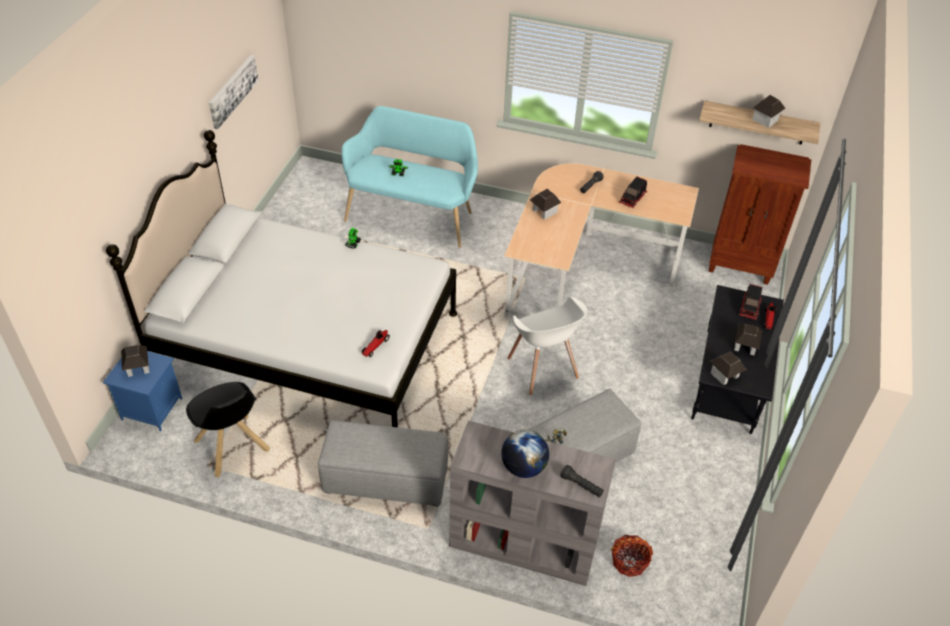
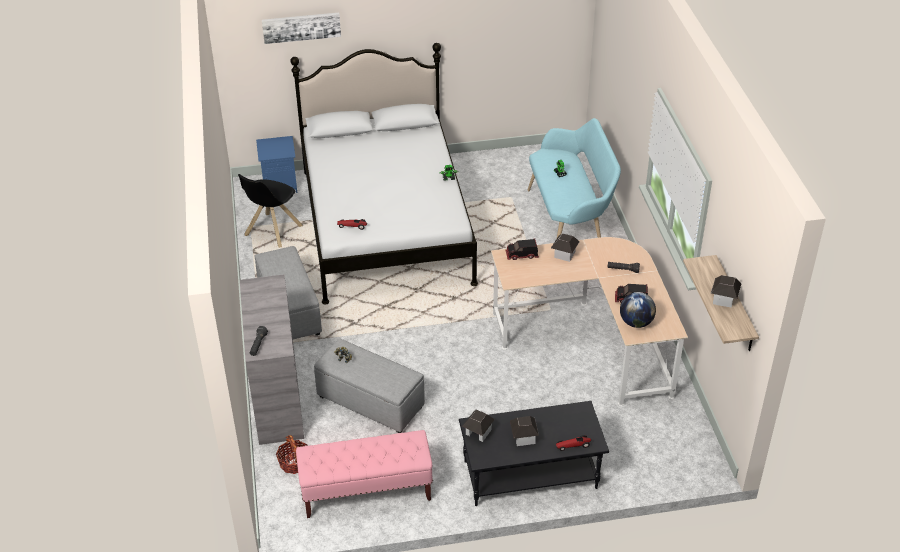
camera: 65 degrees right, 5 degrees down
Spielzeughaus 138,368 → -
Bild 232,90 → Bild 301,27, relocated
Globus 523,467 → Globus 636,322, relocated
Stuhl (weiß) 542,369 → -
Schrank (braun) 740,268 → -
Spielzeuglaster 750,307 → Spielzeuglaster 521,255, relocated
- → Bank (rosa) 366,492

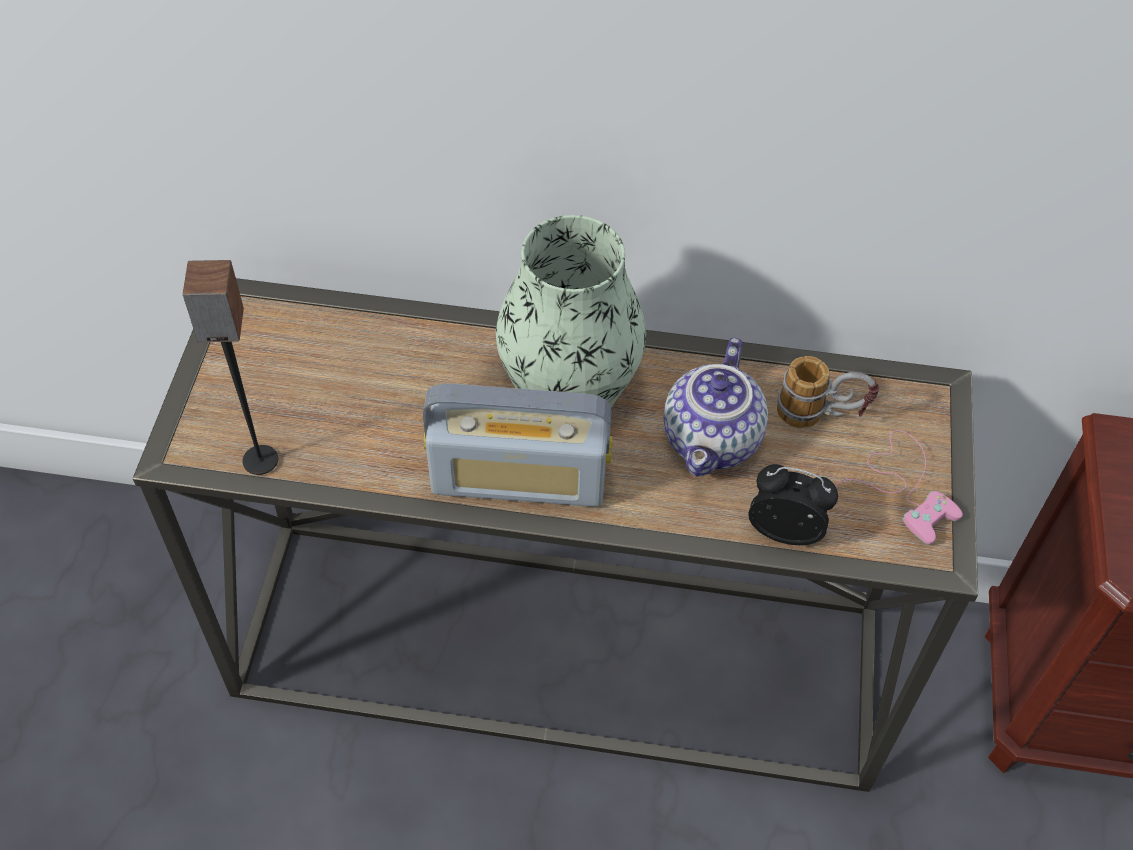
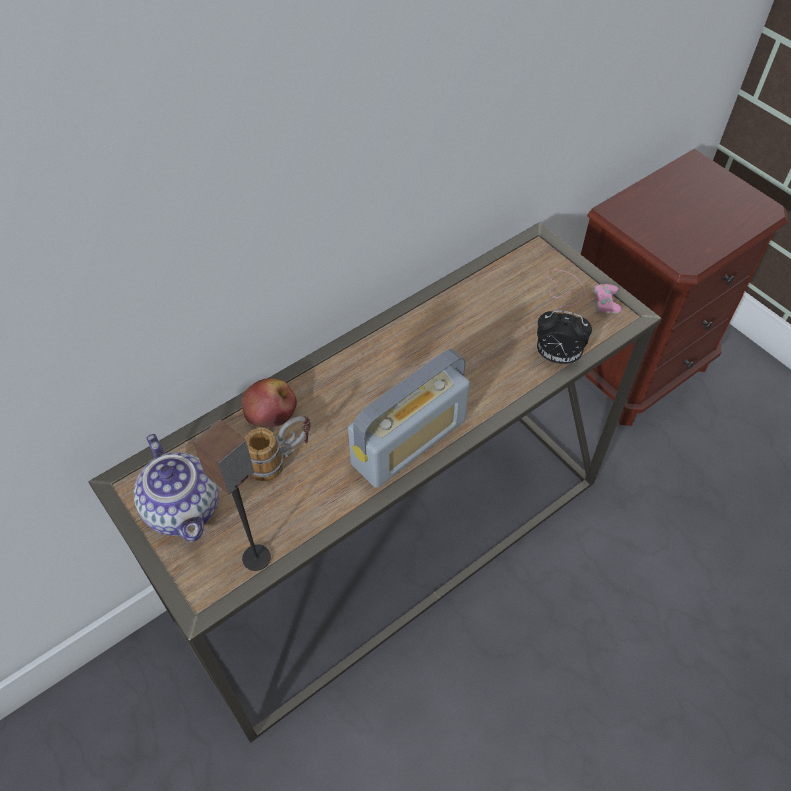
camera: 45 degrees left, 0 degrees up
Vase 569,386 → -
Teekanne 713,441 → Teekanne 185,508, relocated
Wecker 785,530 → Wecker 556,357, 135 degrees counterclockwise
Henkelbecher 820,416 → Henkelbecher 281,460, relocated
- → Apfel 270,409

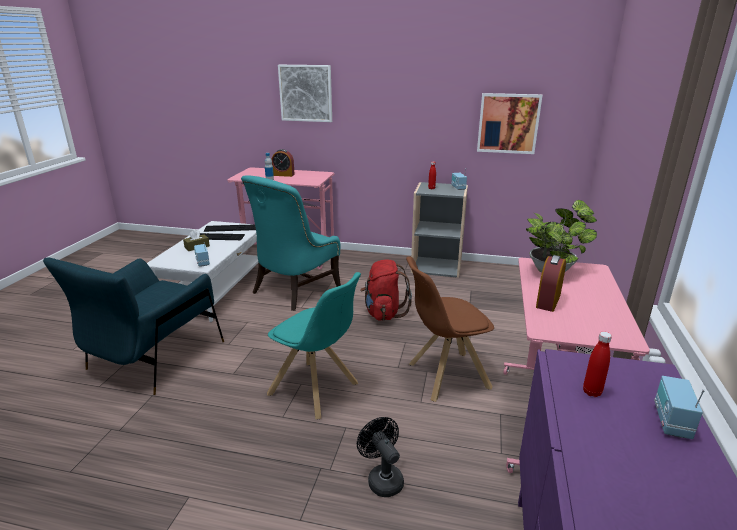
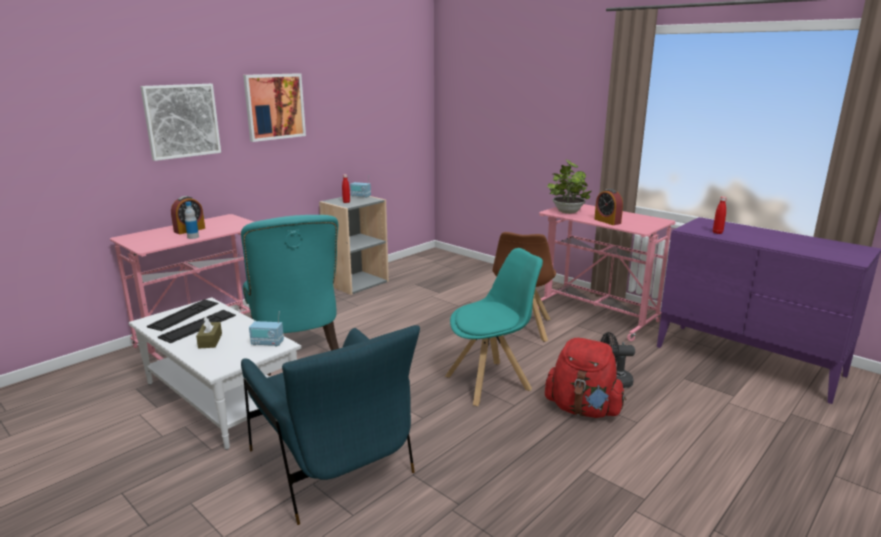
camera: 60 degrees left, 5 degrees down
Rucksack (rot) 383,313 → Rucksack (rot) 583,409, relocated
Bild 508,123 → Bild 274,106, relocated
Radio 671,421 → -

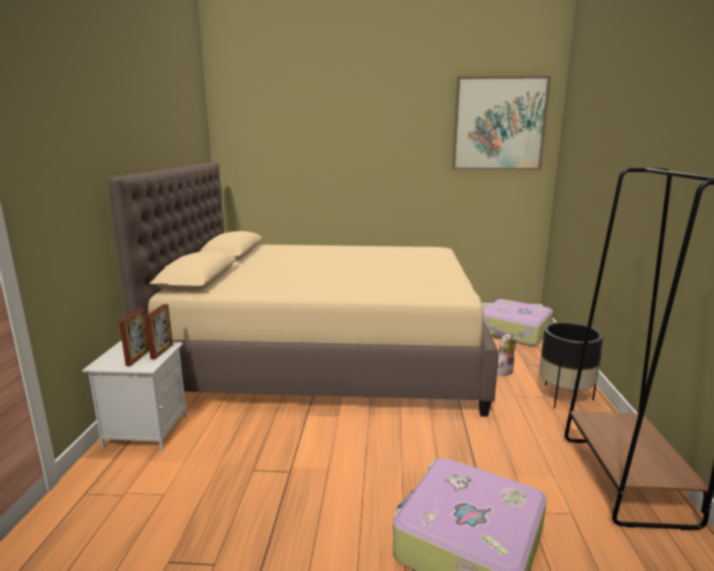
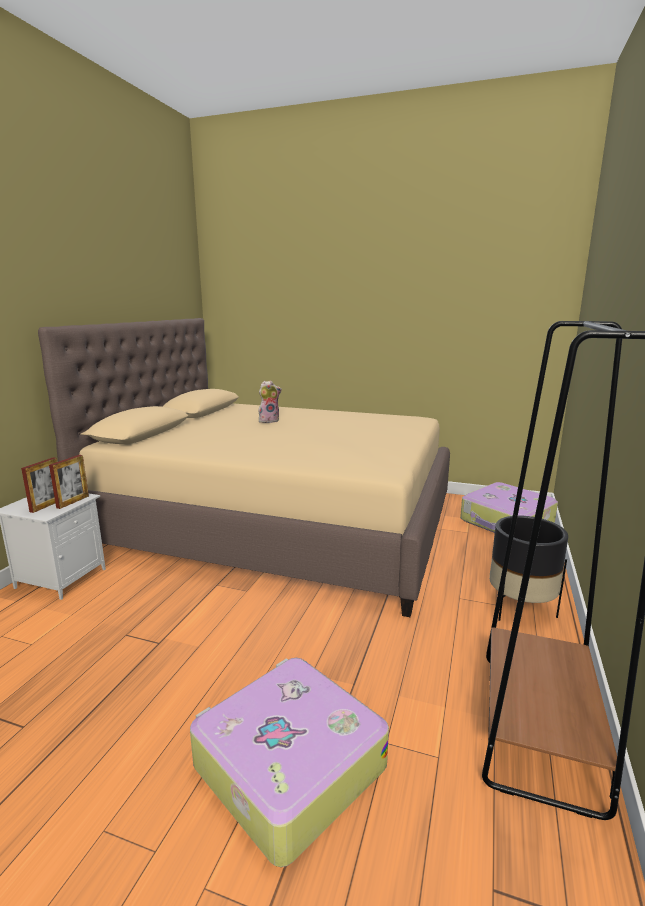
camera: 15 degrees right, 0 degrees up
Bild 499,124 → -
Plüschtier 503,371 → Plüschtier 269,421, relocated

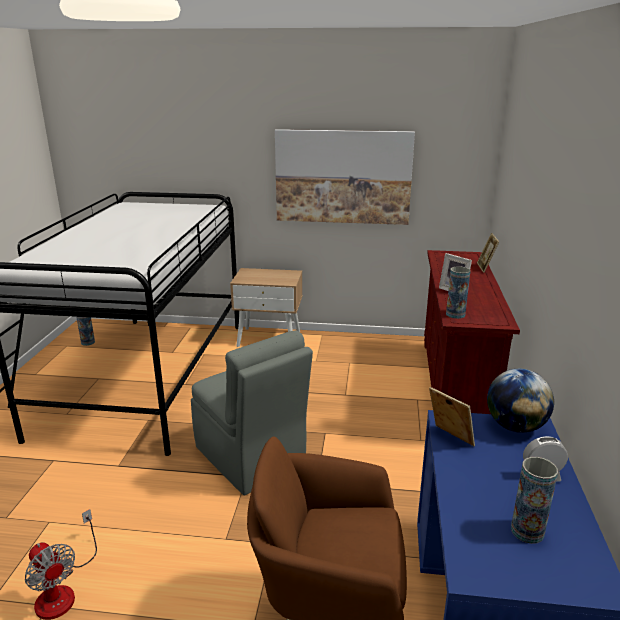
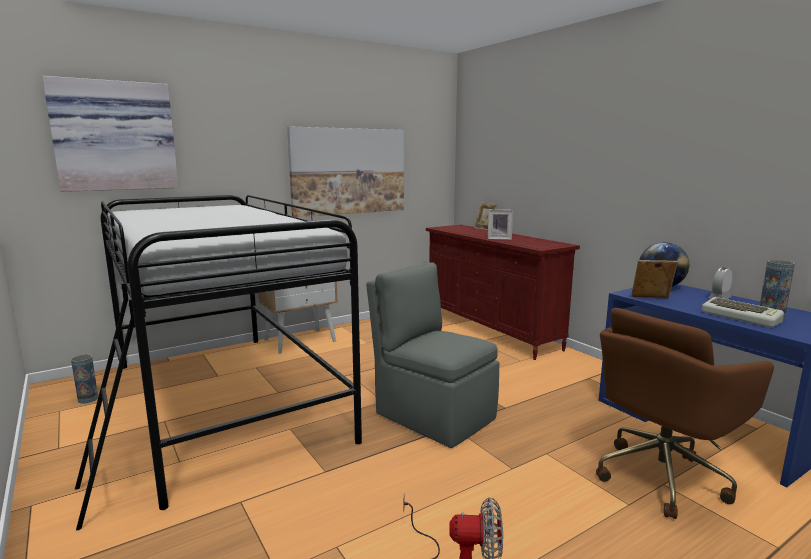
camera: 40 degrees left, 10 degrees down
Stuhl (grau) 251,458 → Stuhl (grau) 433,414, 150 degrees counterclockwise
Vase 455,314 → -
- → Bild 115,136
- → Tastatur 741,317

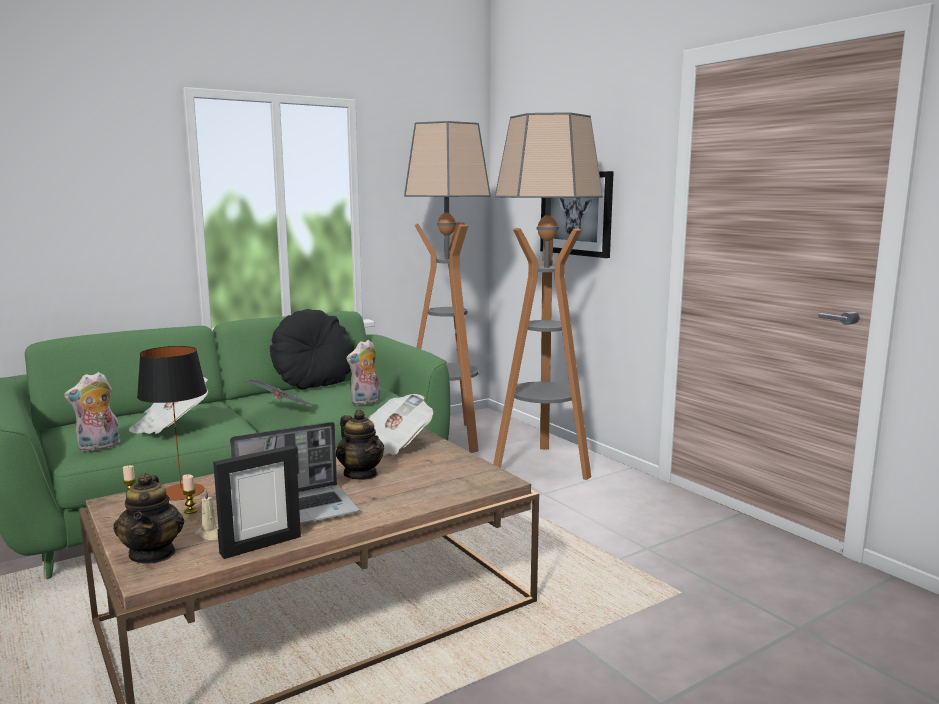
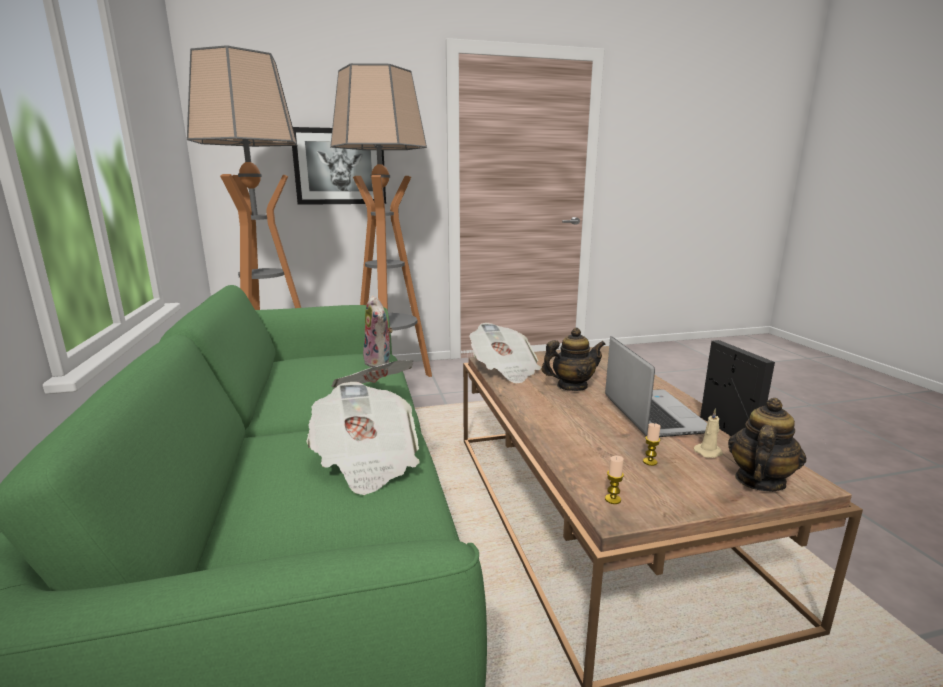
camera: 70 degrees left, 5 degrees up
Plüschtier 98,447 → -
Teekanne 153,554 → Teekanne 759,481, 60 degrees counterclockwise
Tischlampe 181,492 → -
Kissen (schwarz) 314,385 → -

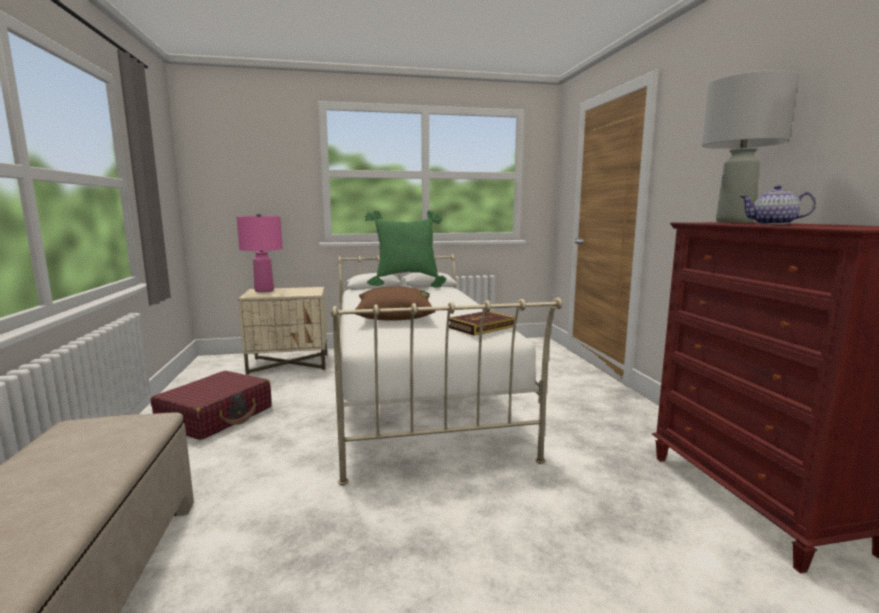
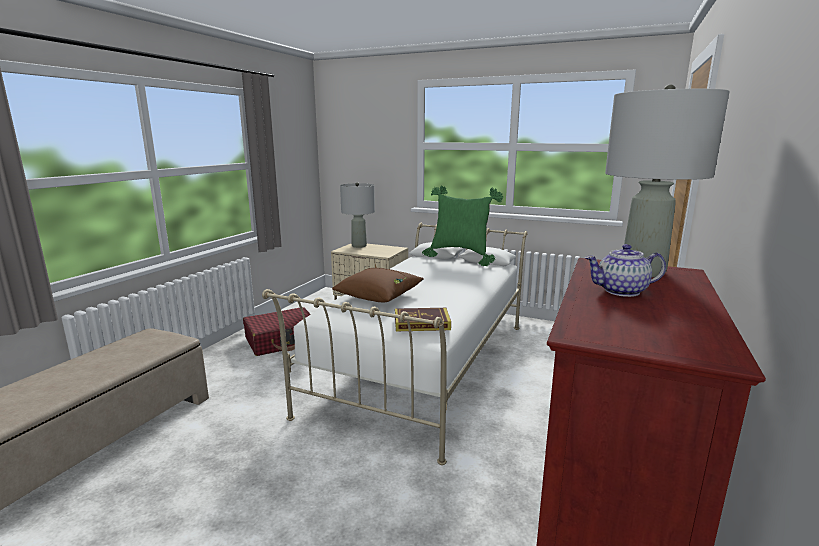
camera: 35 degrees right, 5 degrees up
Tischlampe (rosa) 264,291 → Tischlampe (grau) 358,246
Teekanne 773,224 → Teekanne 621,291, 60 degrees counterclockwise

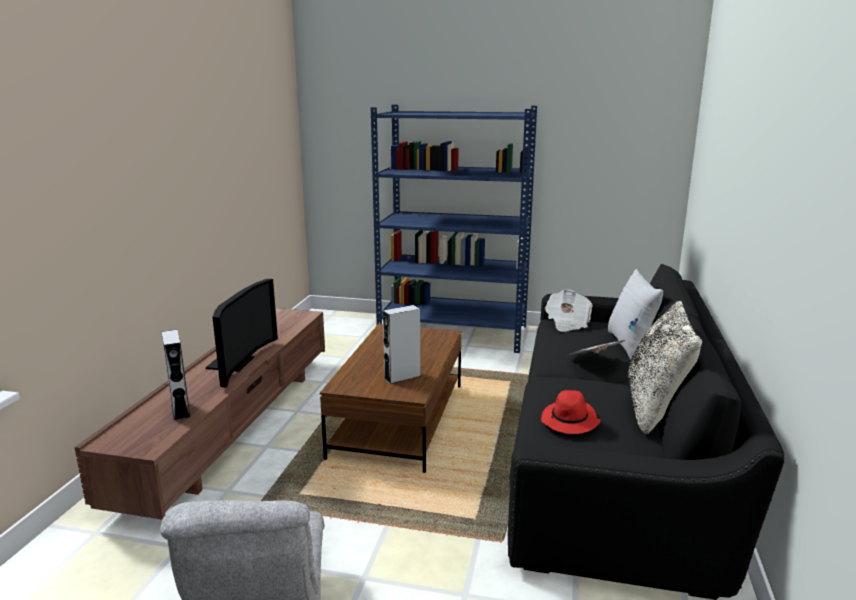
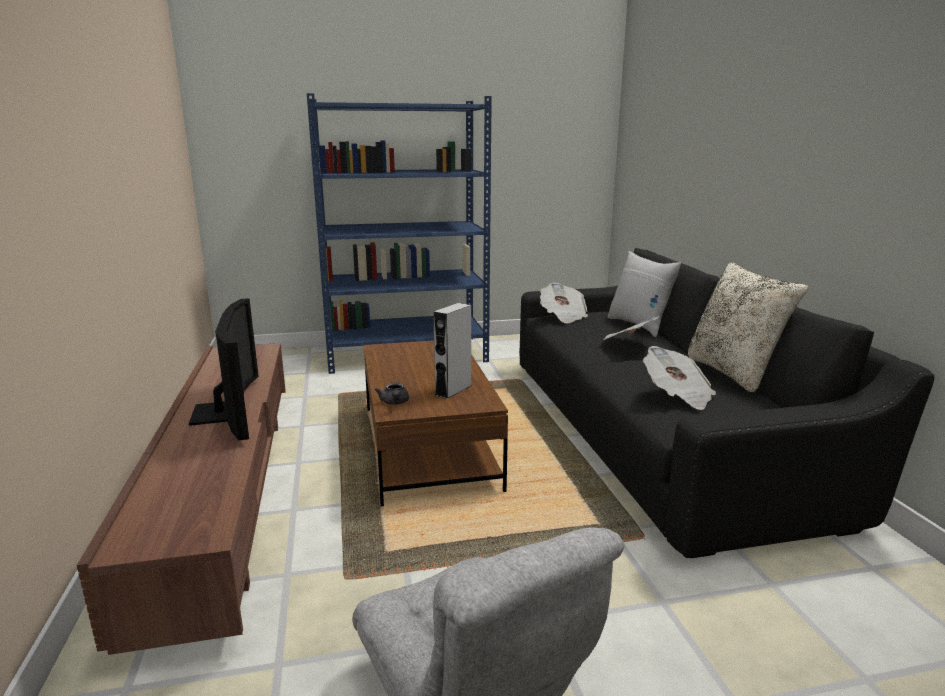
camera: 25 degrees left, 0 degrees up
Lautsprecher (grau) 180,410 → -
Hut (rot) 570,422 → Zeitung 677,395
- → Teekanne (grau) 394,403

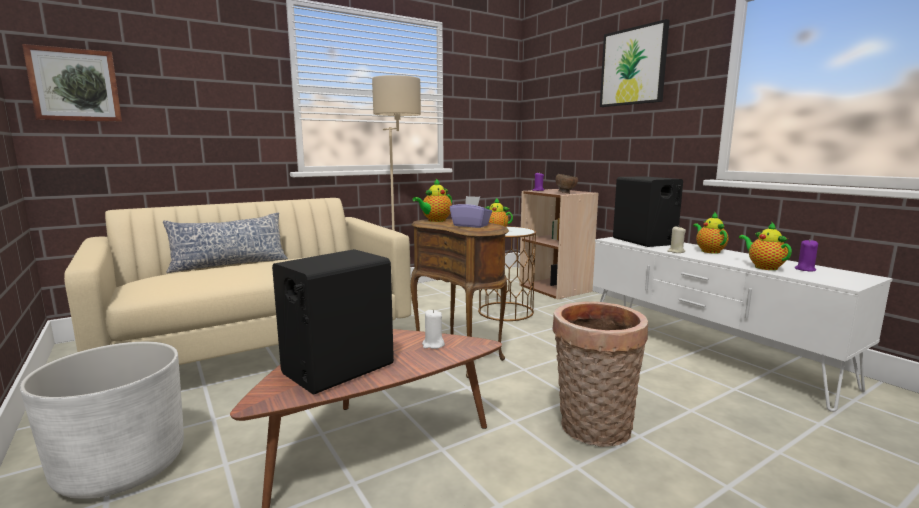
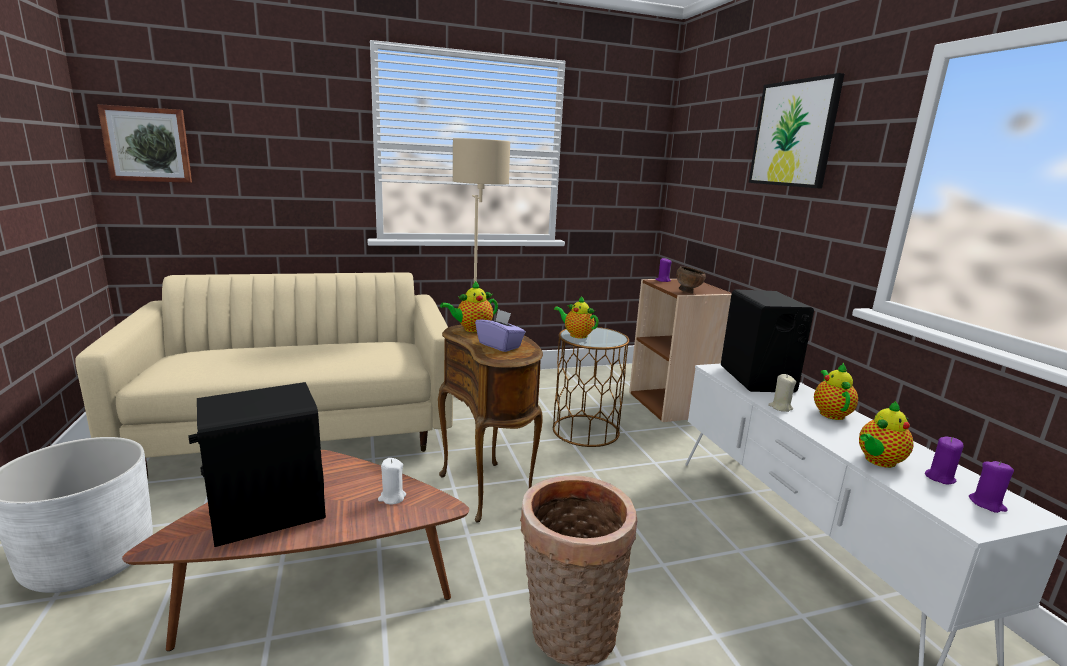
camera: 15 degrees right, 5 degrees up
Kissen 229,264 → -
Teekanne 763,267 → Teekanne 878,461, 120 degrees counterclockwise
- → Kerze (lila) 987,504

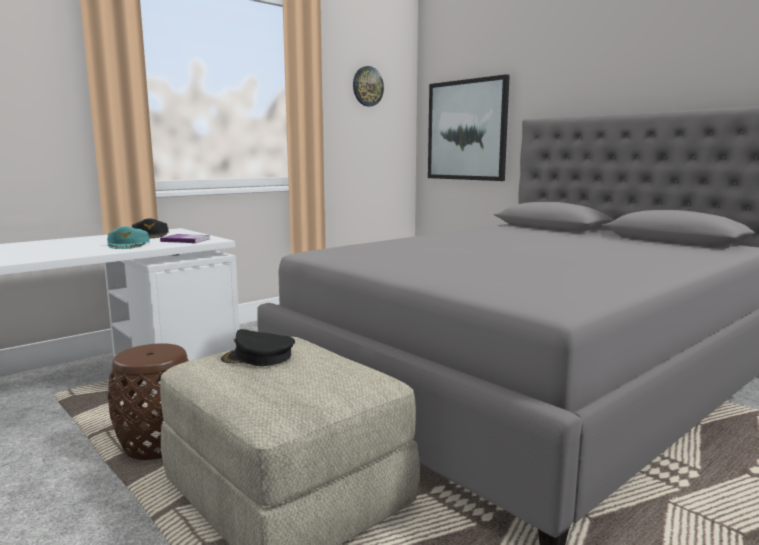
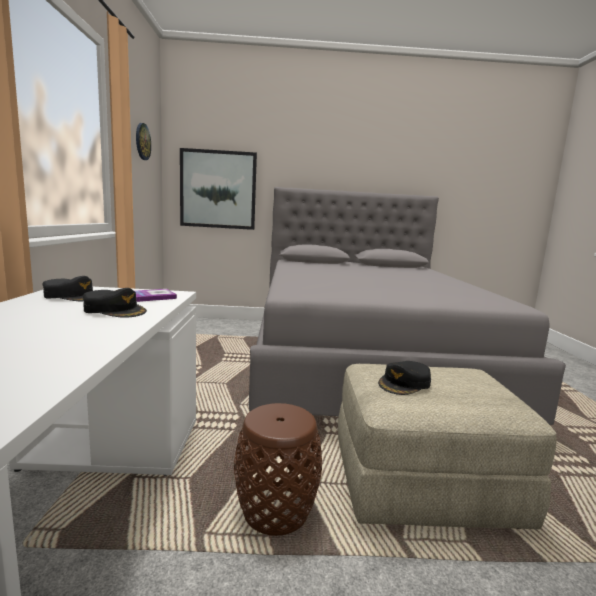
camera: 50 degrees left, 0 degrees up
Kappe (türkis) 129,244 → Kappe (schwarz) 115,310

